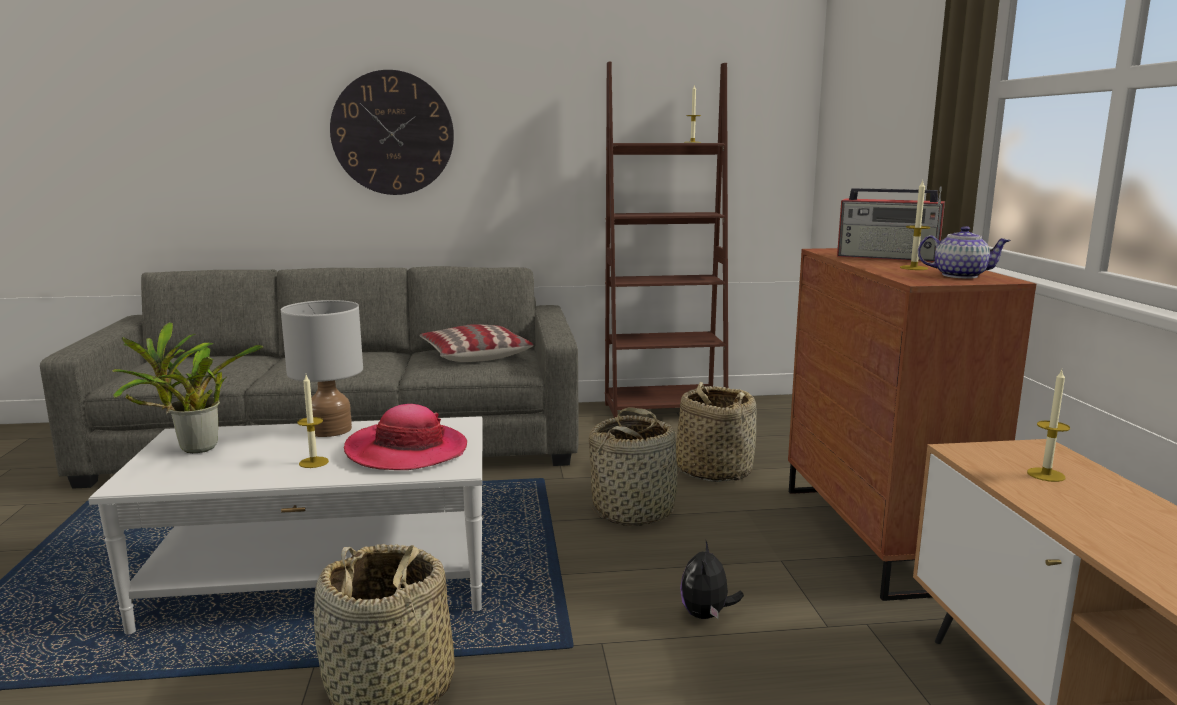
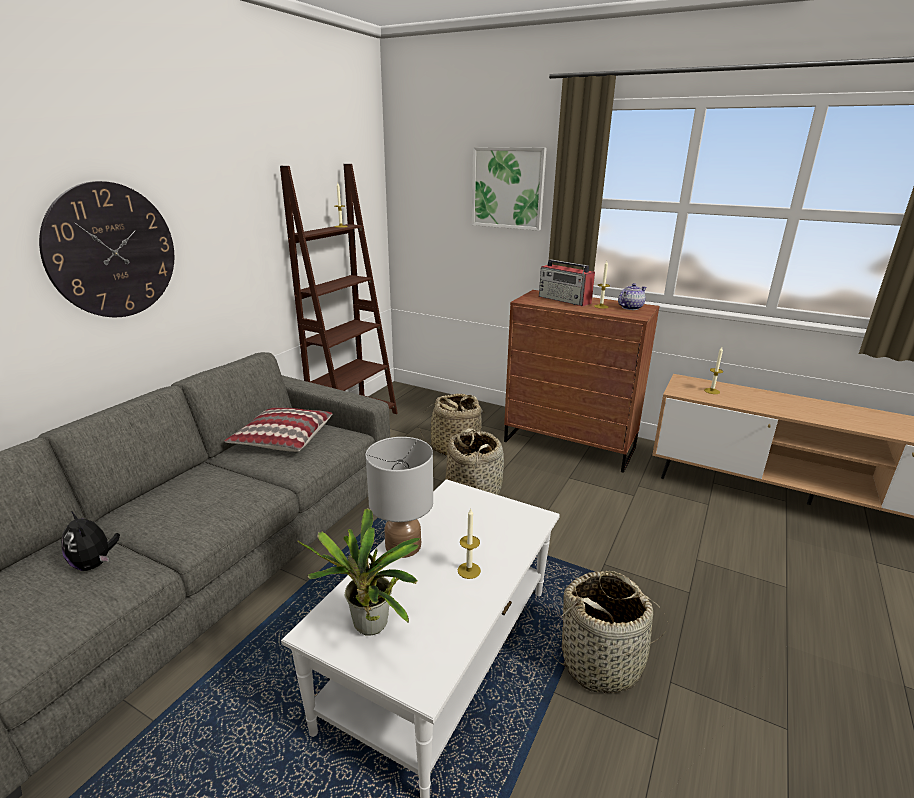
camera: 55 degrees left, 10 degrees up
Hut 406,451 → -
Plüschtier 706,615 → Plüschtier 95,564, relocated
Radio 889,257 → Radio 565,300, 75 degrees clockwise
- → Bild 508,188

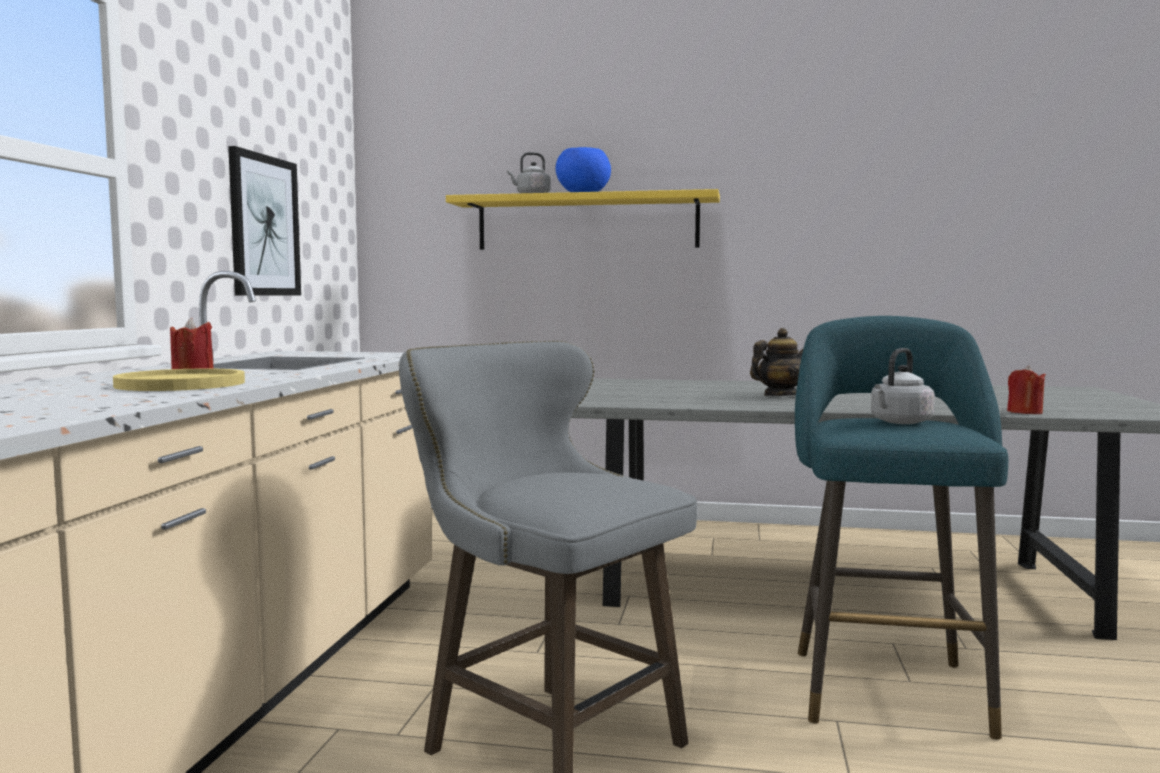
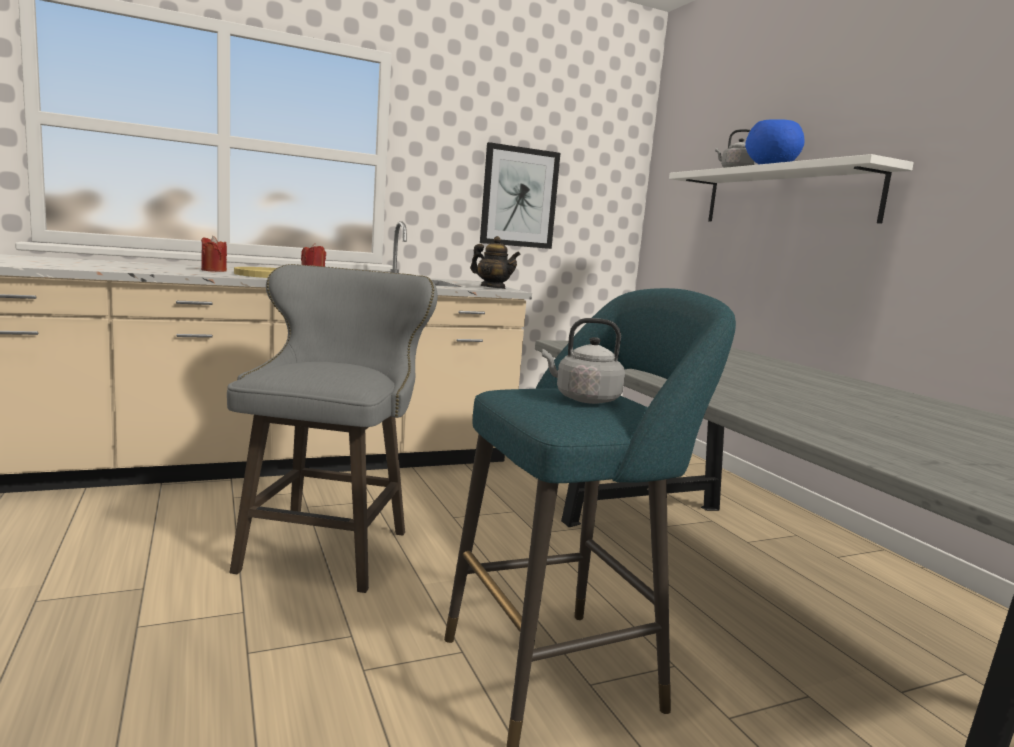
camera: 55 degrees right, 5 degrees up
Wandregal (gelb) 587,223 → Wandregal (weiß) 787,196
Teekanne 780,395 → Teekanne 493,288, relocated
Kerze (rot) 1024,412 → Kerze (rot) 214,270, relocated

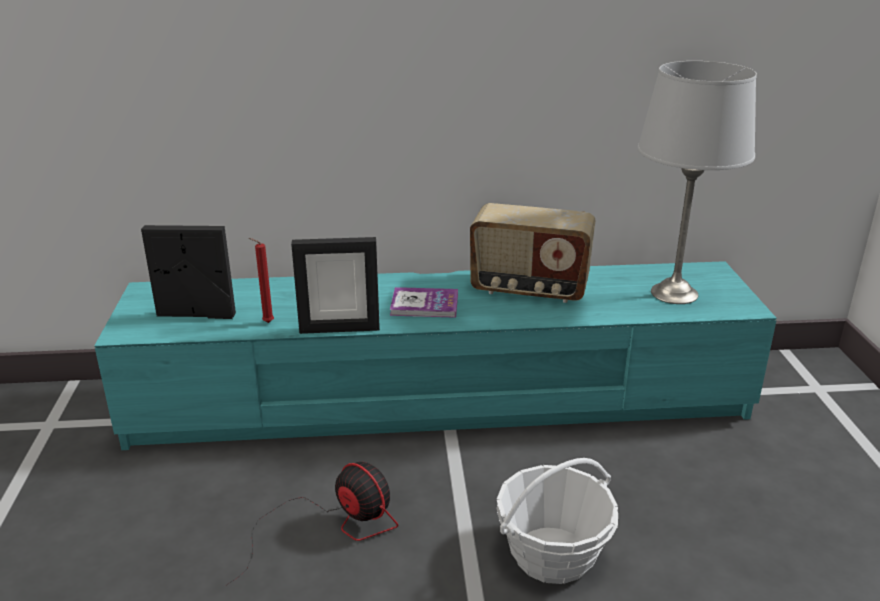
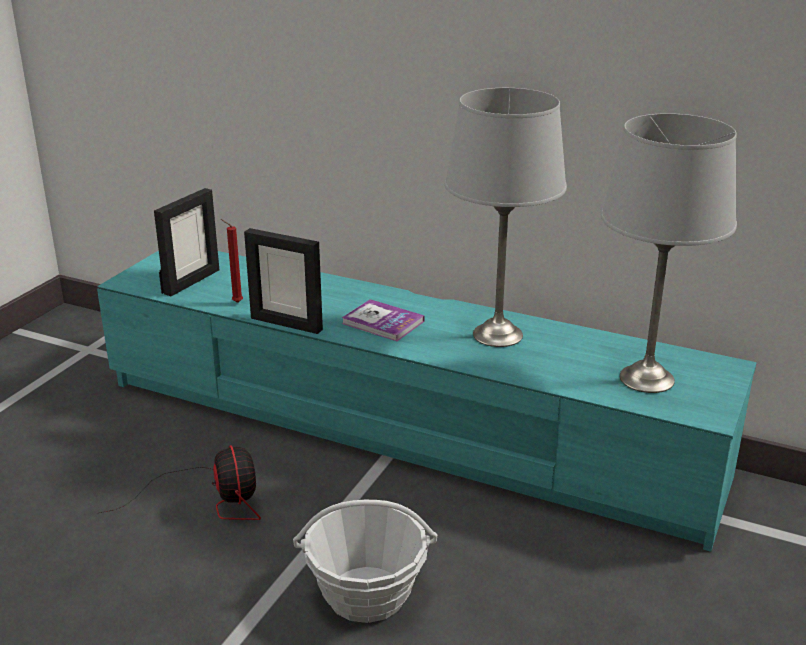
camera: 30 degrees right, 0 degrees up
Bilderrahmen 195,315 → Bilderrahmen 191,281, 90 degrees clockwise
Radio 529,289 → Tischlampe (grau) 498,334

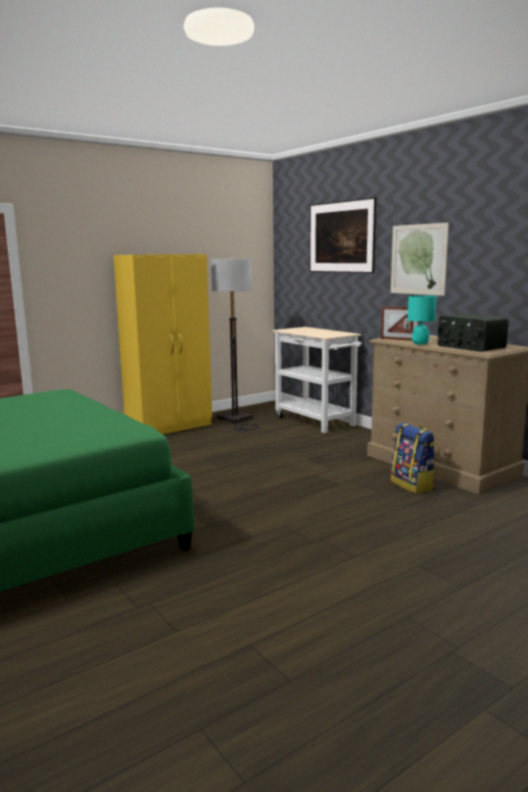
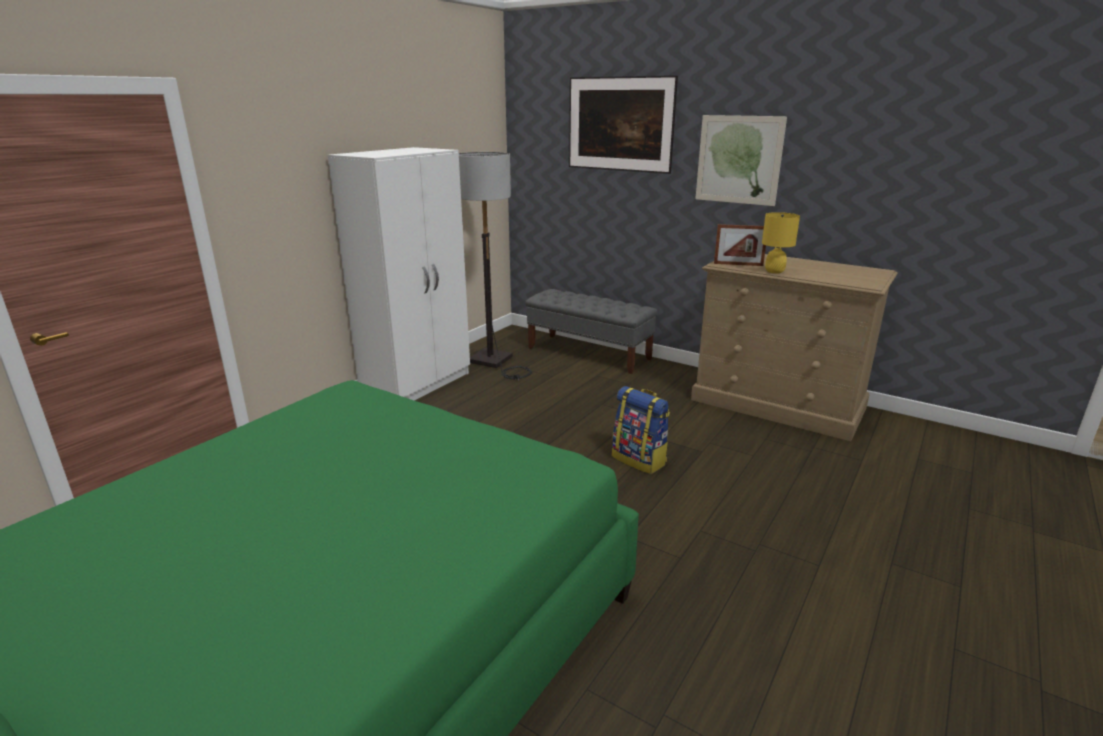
camera: 20 degrees left, 10 degrees up
Kleiderschrank (gelb) 170,427 → Kleiderschrank (weiß) 418,384
Rollwagen (weiß) 315,421 → Bank (grau) 589,353
Rucksack 413,485 → Rucksack 640,460, relocated
Tischlampe (türkis) 420,344 → Tischlampe (gelb) 775,272
Radio 470,347 → -

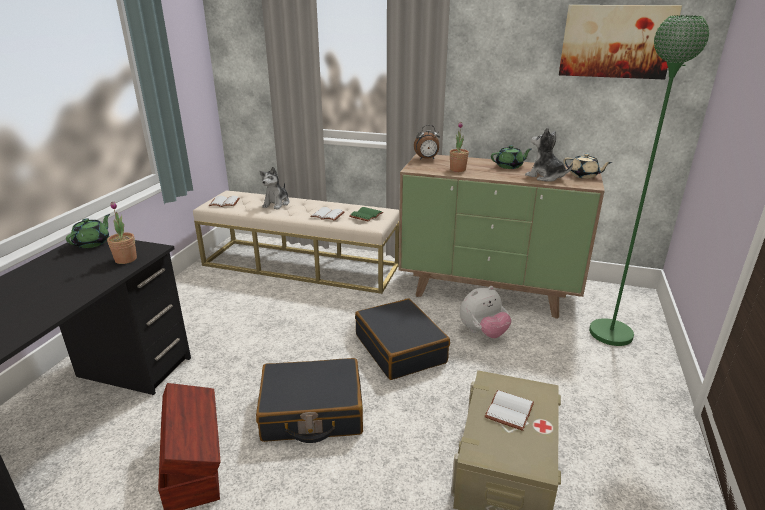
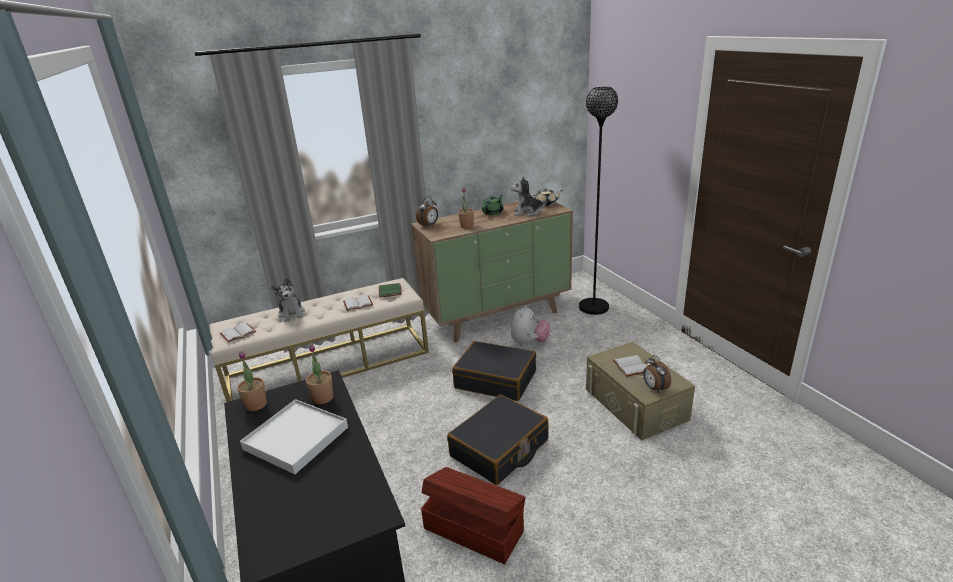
camera: 40 degrees left, 0 degrees up
Teekanne (grün) 93,243 → Topfpflanze 256,405
Bild 616,41 → -
Stehlampe (grün) 610,333 → Stehlampe (schwarz) 593,307
- → Tablett (weiß) 296,438
- → Wecker 654,388

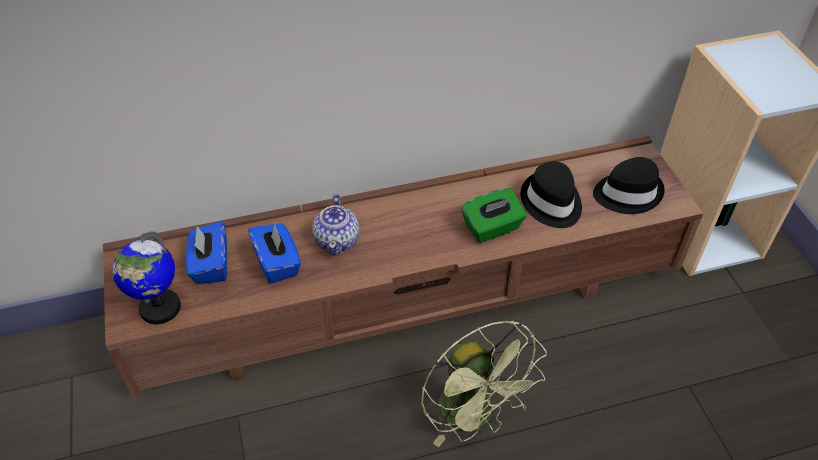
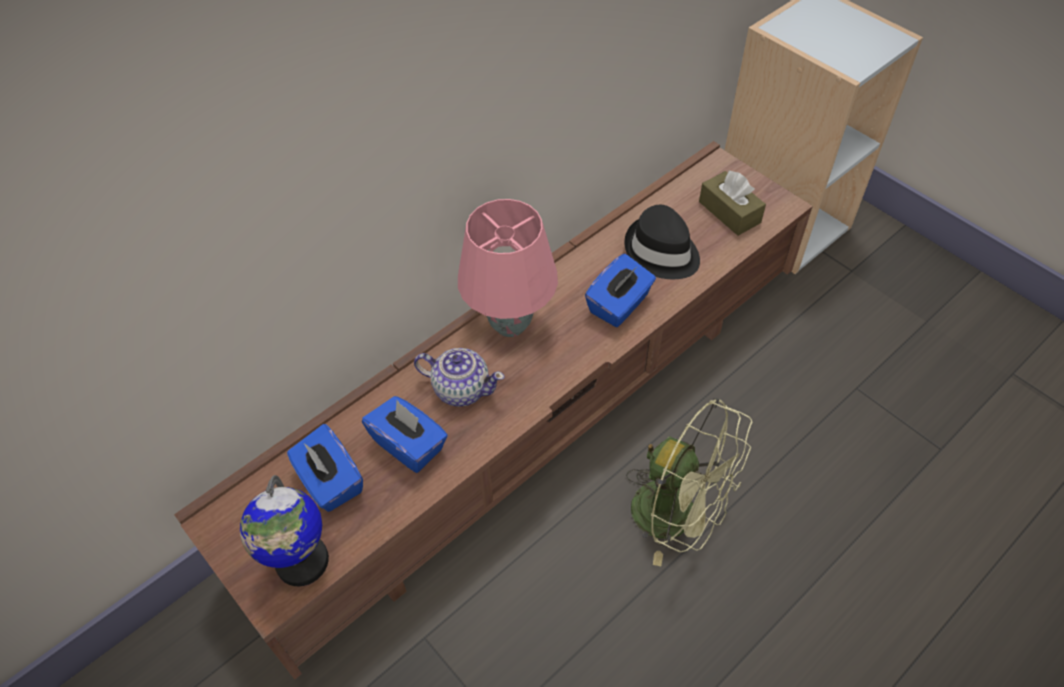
camera: 25 degrees left, 5 degrees up
Teekanne 337,240 → Teekanne 461,388, 45 degrees counterclockwise
Taschentuchbox (grün) 492,228 → Taschentuchbox (blau) 619,305
Hut (schwarz) 627,193 → Taschentuchbox (braun) 729,212
- → Tischlampe (rosa) 509,325

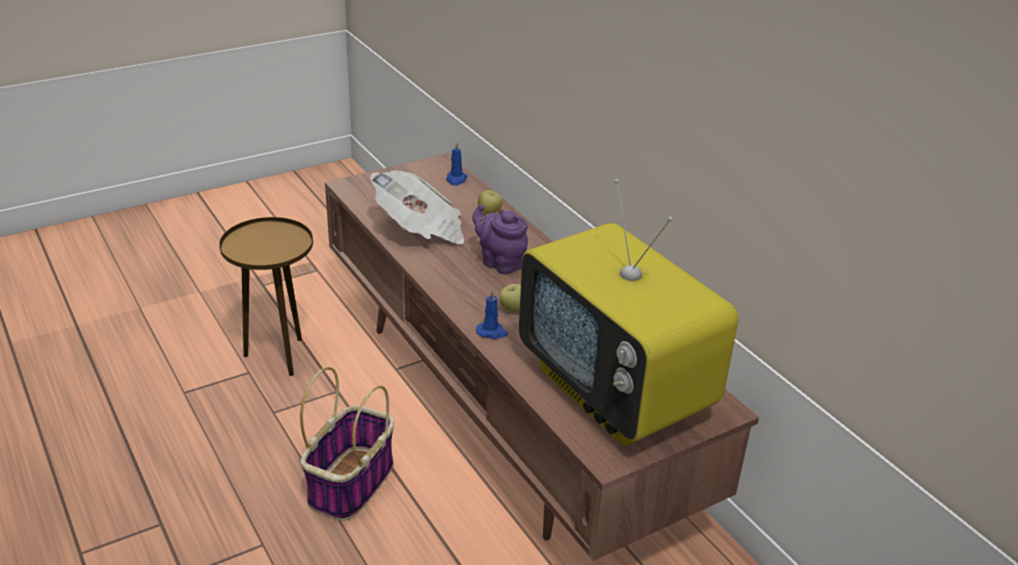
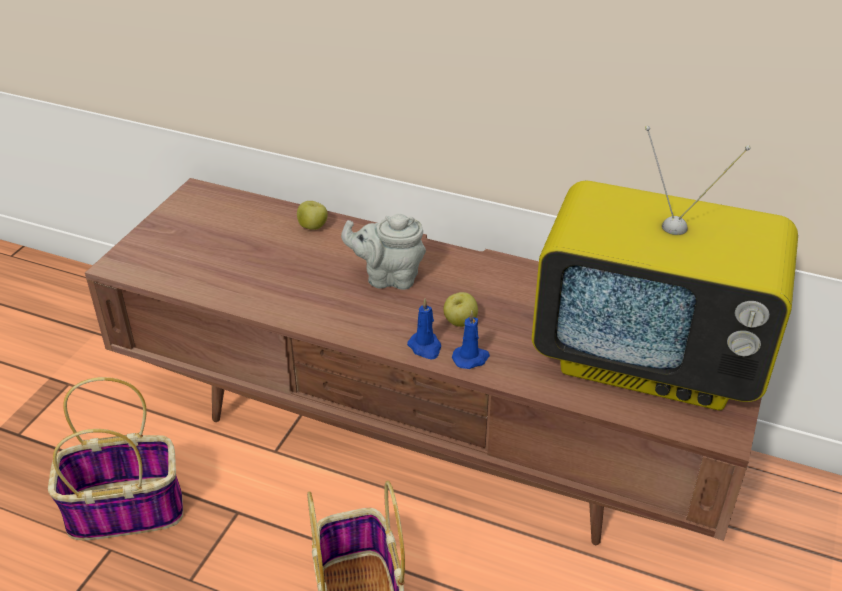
camera: 35 degrees left, 5 degrees up
Beistelltisch (braun) 279,356 → Korb 127,509
Zeitung 421,230 → -
Kerze (blau) 456,179 → Kerze (blau) 425,347, relocated
Teekanne (lila) 500,262 → Teekanne (grau) 388,277

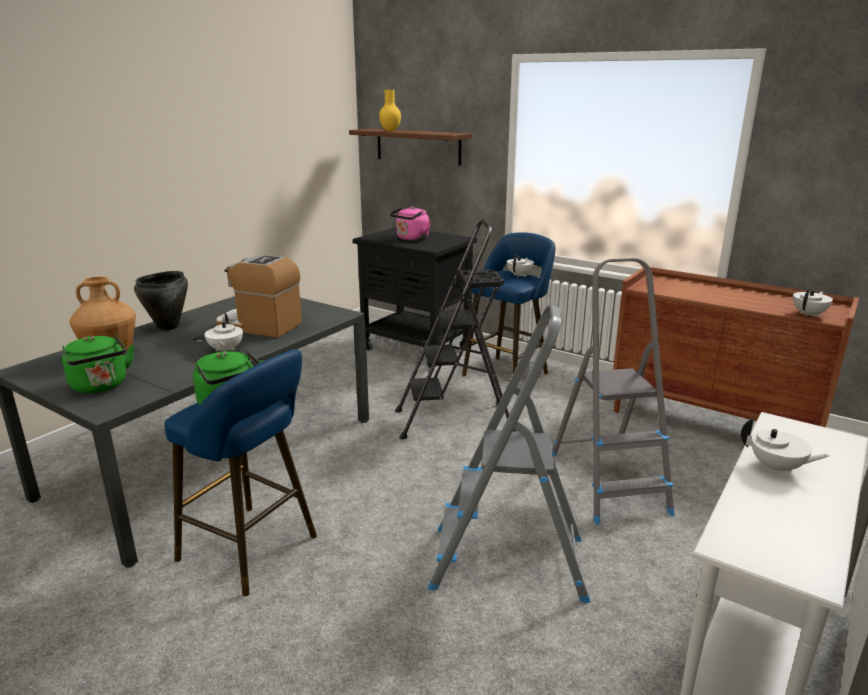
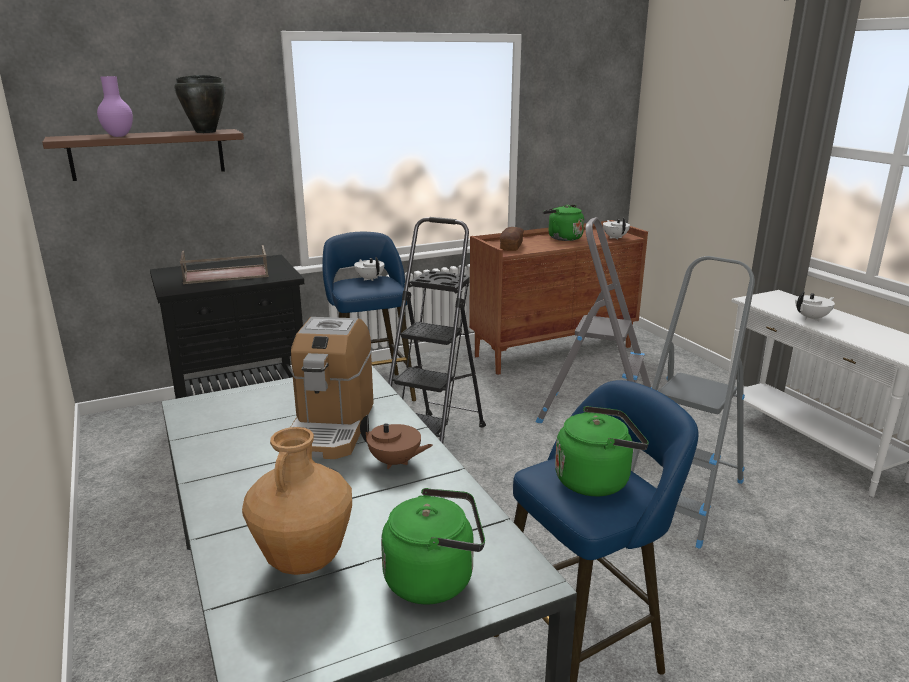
camera: 60 degrees left, 0 degrees up
Kochtopf (schwarz) 168,327 → Kochtopf (schwarz) 206,132, relocated
Teekanne (weiß) 225,350 → Teekanne (braun) 395,462
Kaffeemaschine 259,326 → Kaffeemaschine 331,426, 45 degrees counterclockwise
Vase (gelb) 390,131 → Vase (lila) 119,136
Wasserkessel (rosa) 411,239 → Tablett (braun) 225,275
- → Brot 511,246
- → Wasserkessel (grün) 562,238

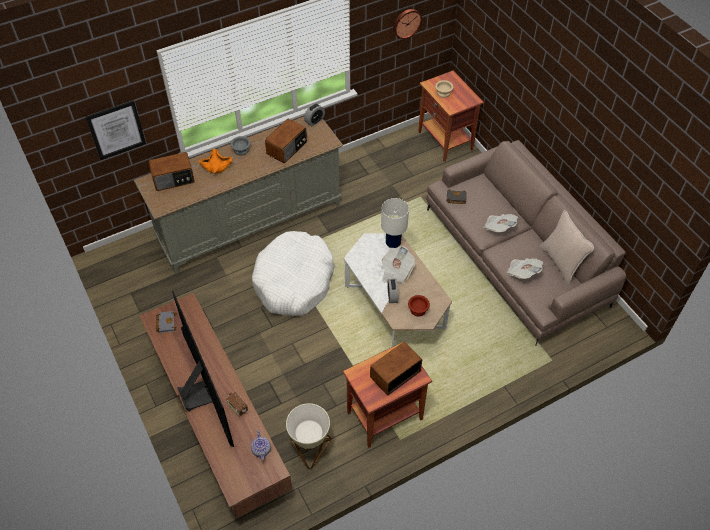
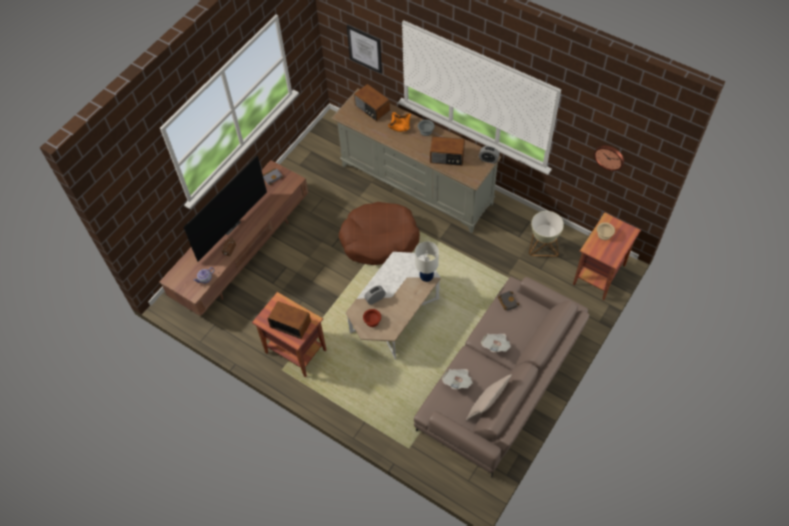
camera: 65 degrees right, 5 degrees up
Hundebett (weiß) 294,281 → Hundebett (braun) 379,239
Pflanzkübel 310,449 → Pflanzkübel 542,248, relocated
Zeitung 396,271 → -

